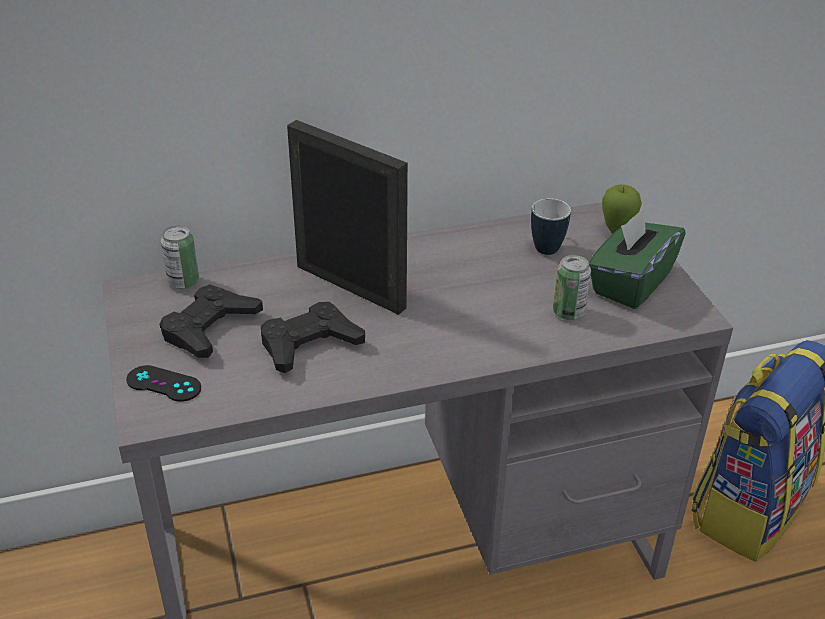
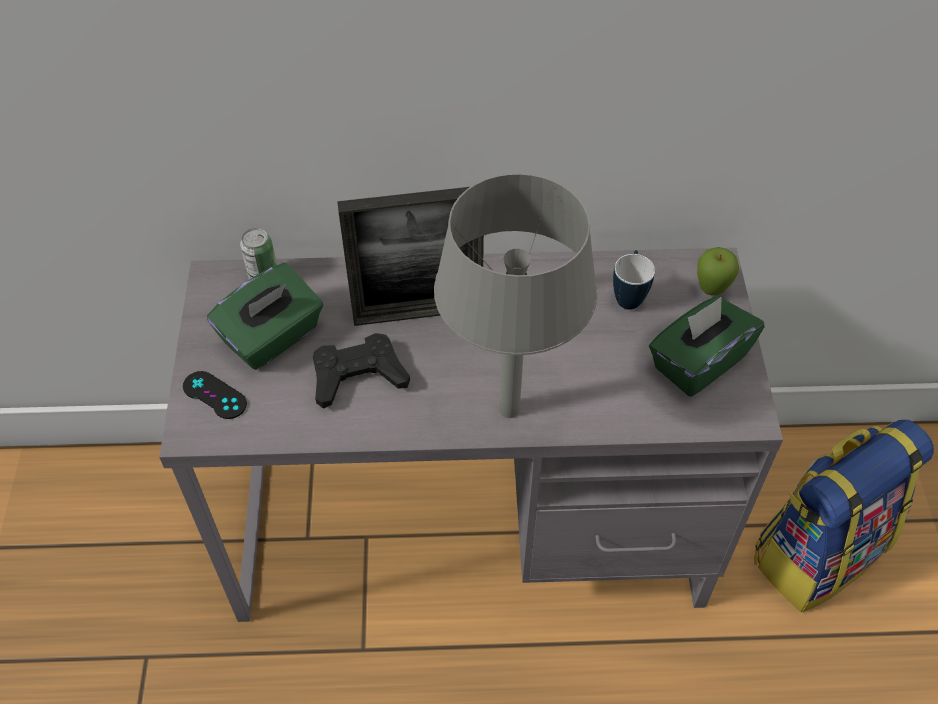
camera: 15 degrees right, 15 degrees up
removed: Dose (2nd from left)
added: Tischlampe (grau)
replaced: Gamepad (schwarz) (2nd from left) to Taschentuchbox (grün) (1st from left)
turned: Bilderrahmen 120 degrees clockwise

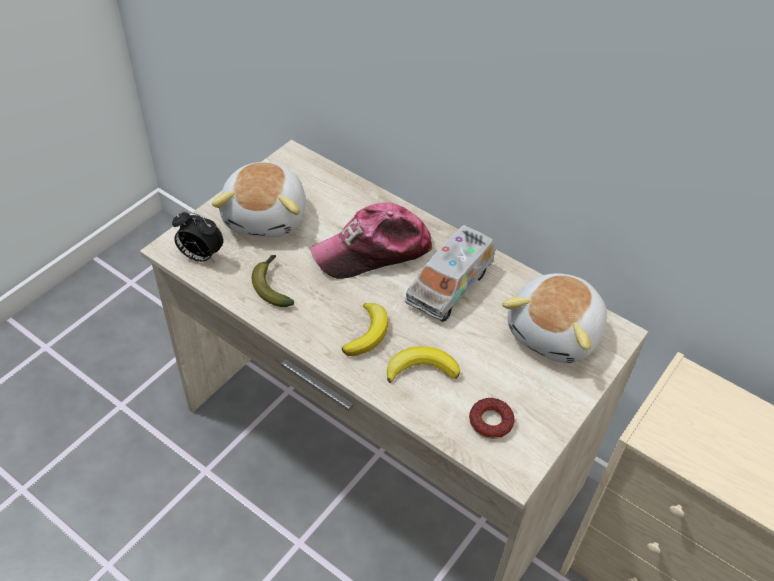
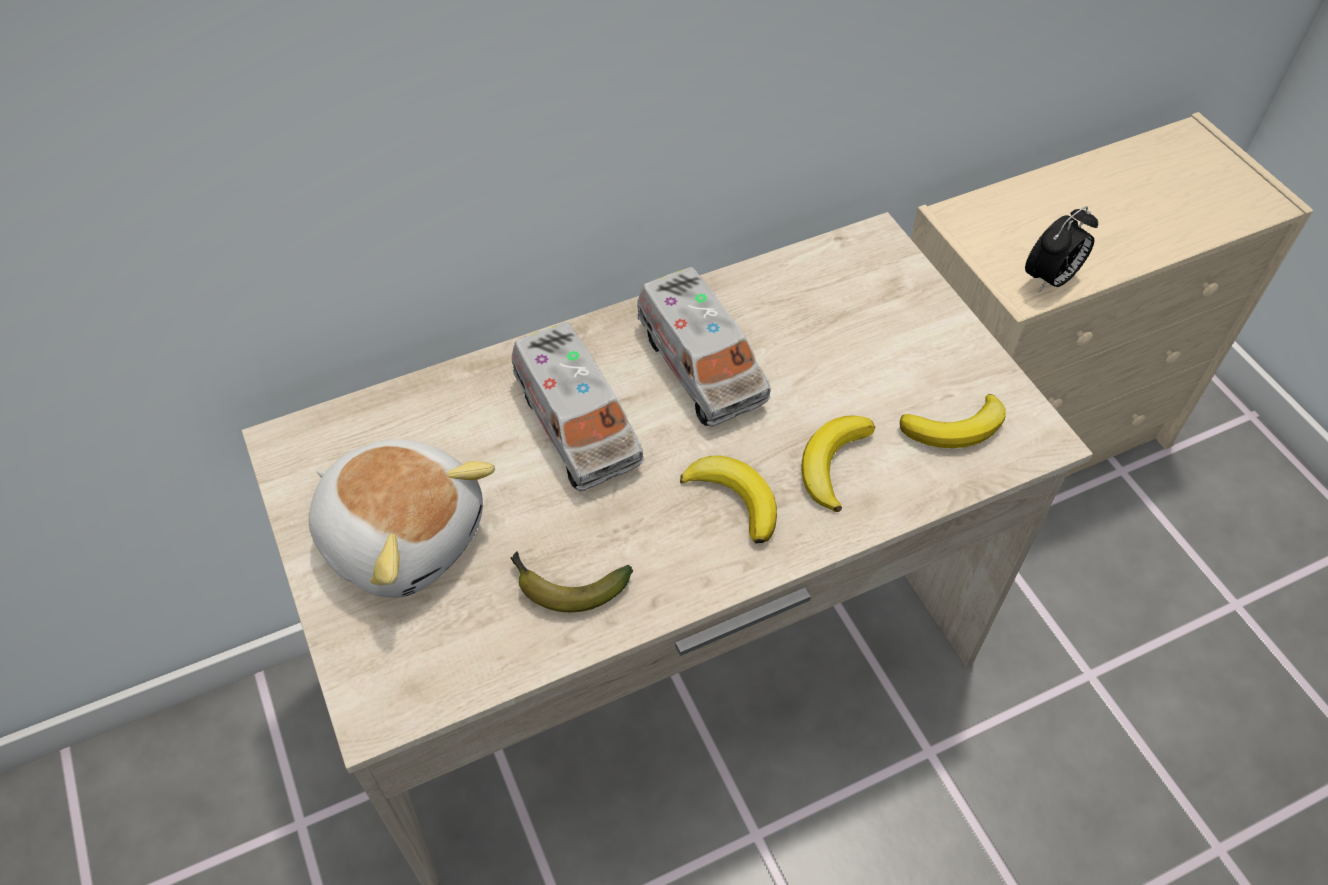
camera: 60 degrees left, 5 degrees up
removed: Plüschtier (2nd from left)
moved: Wecker
replaced: Kappe to Spielzeuglaster (1st from left); Donut to Banane (4th from left)

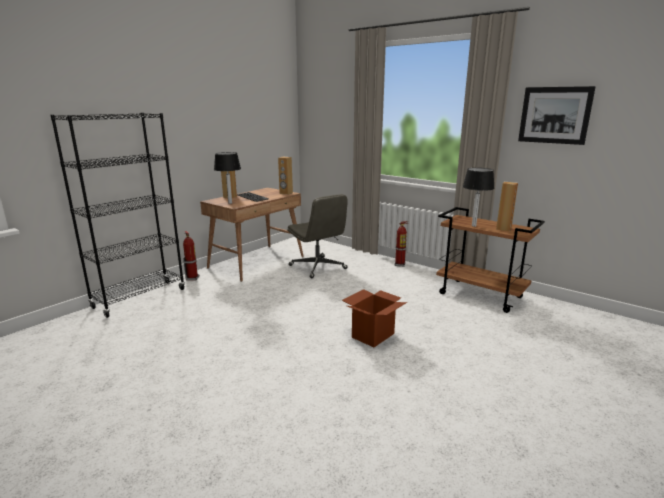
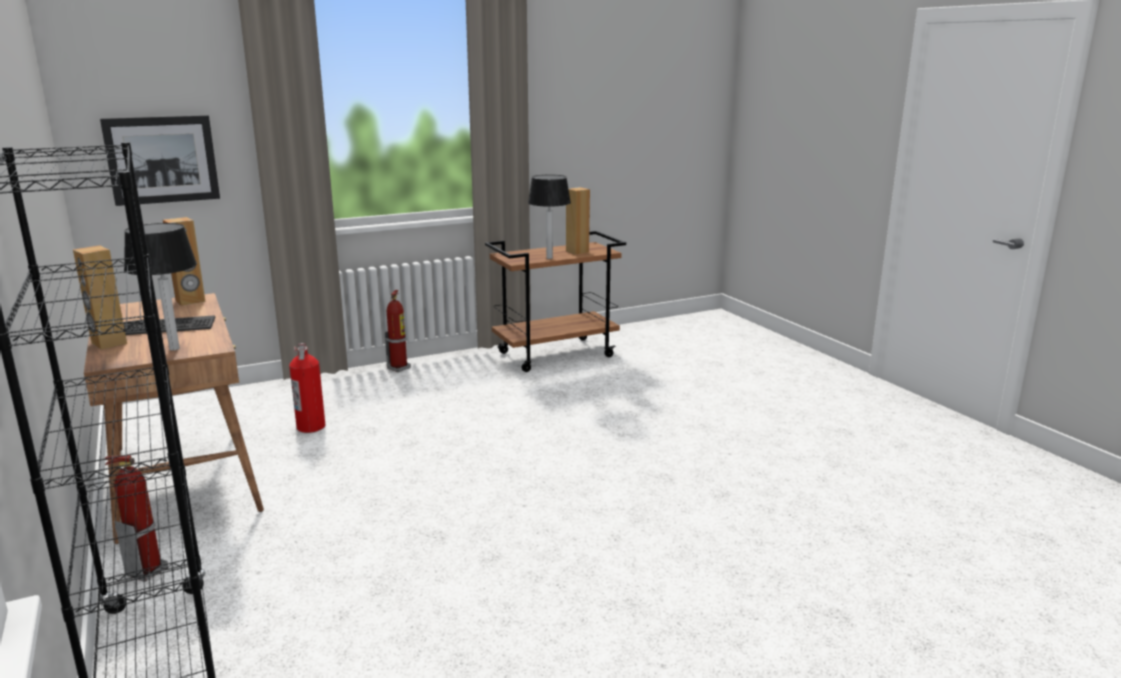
camera: 65 degrees left, 0 degrees up
removed: Karton
moved: Bild
replaced: Bürostuhl (grau) to Feuerlöscher (2nd from left)

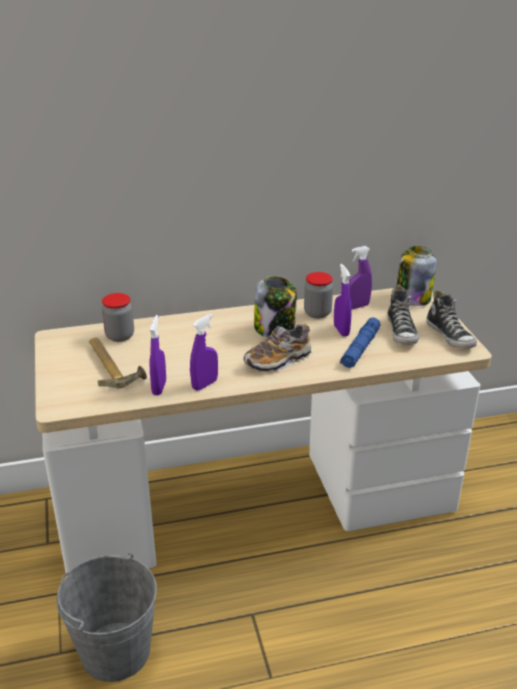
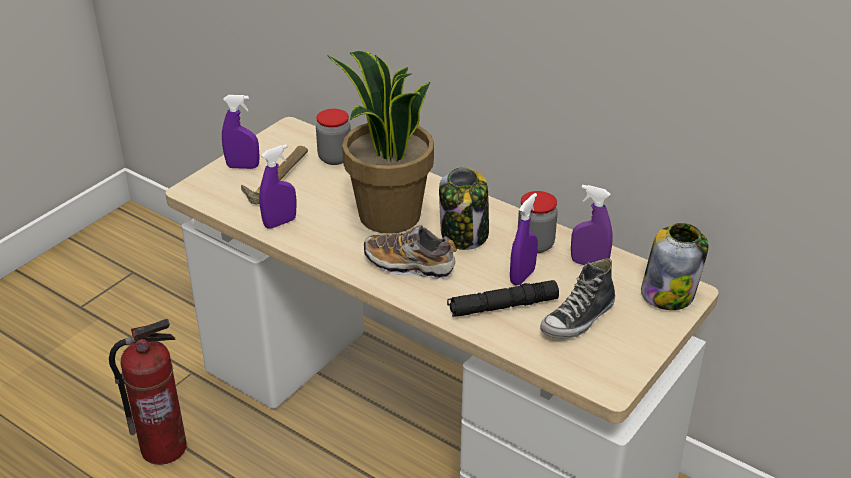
camera: 50 degrees right, 5 degrees up
removed: Schuh (3rd from left)
added: Topfpflanze
moved: Sprühflasche (lila) (2nd from left in the first image) to Sprühflasche (lila) (1st from left)
replaced: Eimer (grau) to Feuerlöscher
recoloured: Taschenlampe (blau) to Taschenlampe (schwarz)

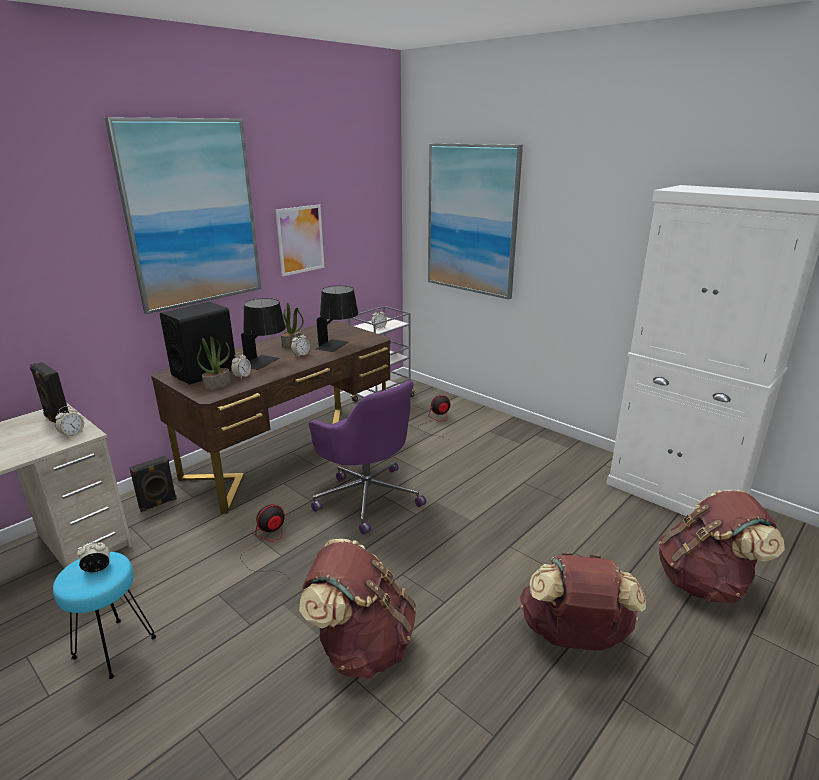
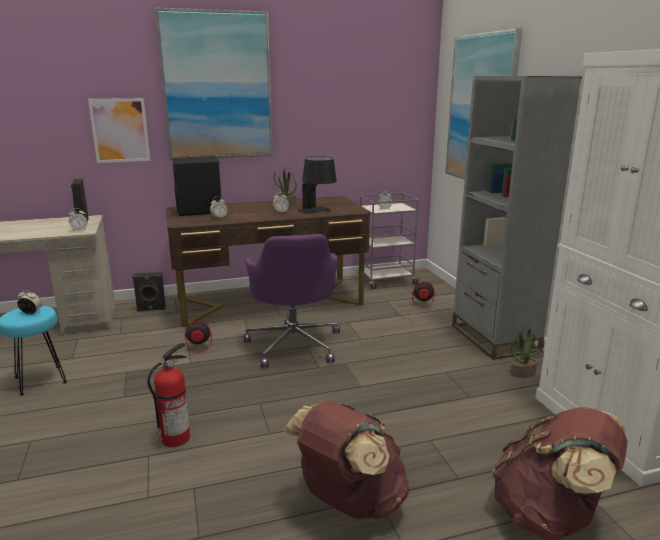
camera: 30 degrees right, 5 degrees down
removed: Tischlampe (schwarz) (1st from left)
added: Bücherregal (grau)
moved: Bild (2nd from left in the first image) to Bild (1st from left); Topfpflanze (1st from left in the first image) to Topfpflanze (2nd from left)
replaced: Rucksack (braun) (1st from left) to Feuerlöscher

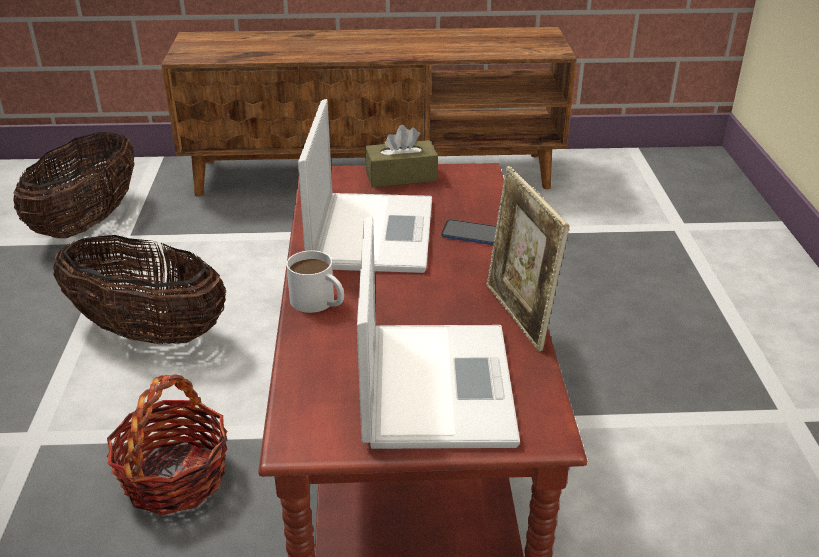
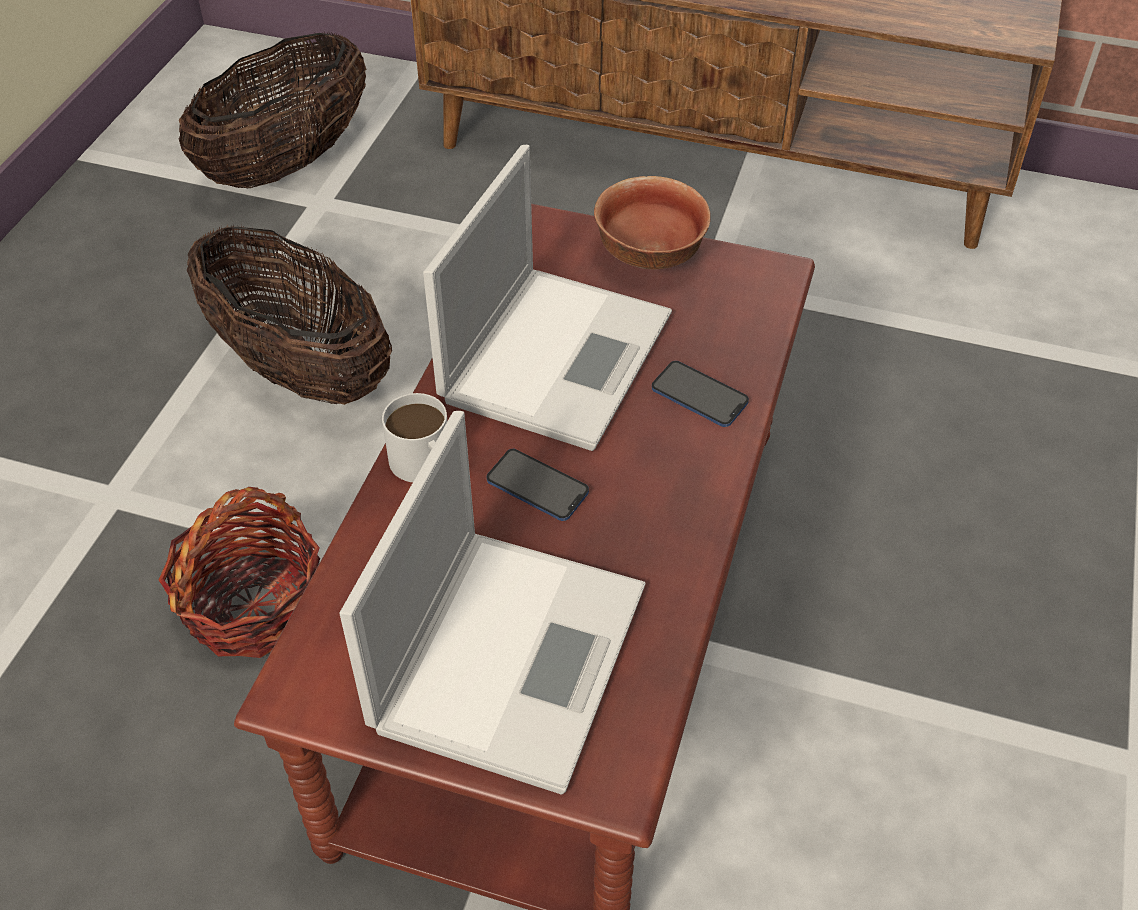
camera: 20 degrees right, 15 degrees up
removed: Bilderrahmen
added: Handy (1st from left)
replaced: Taschentuchbox (braun) to Schüssel

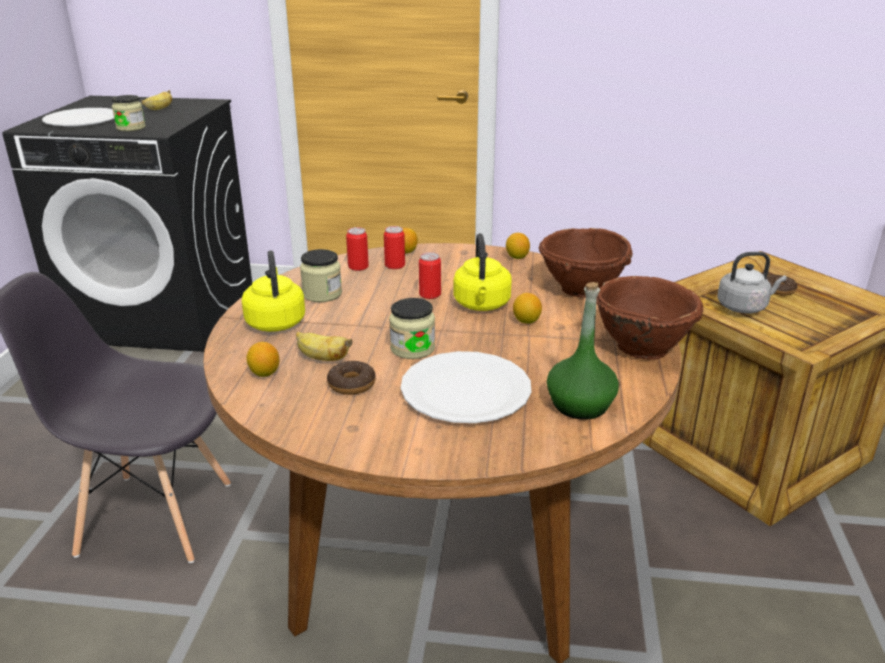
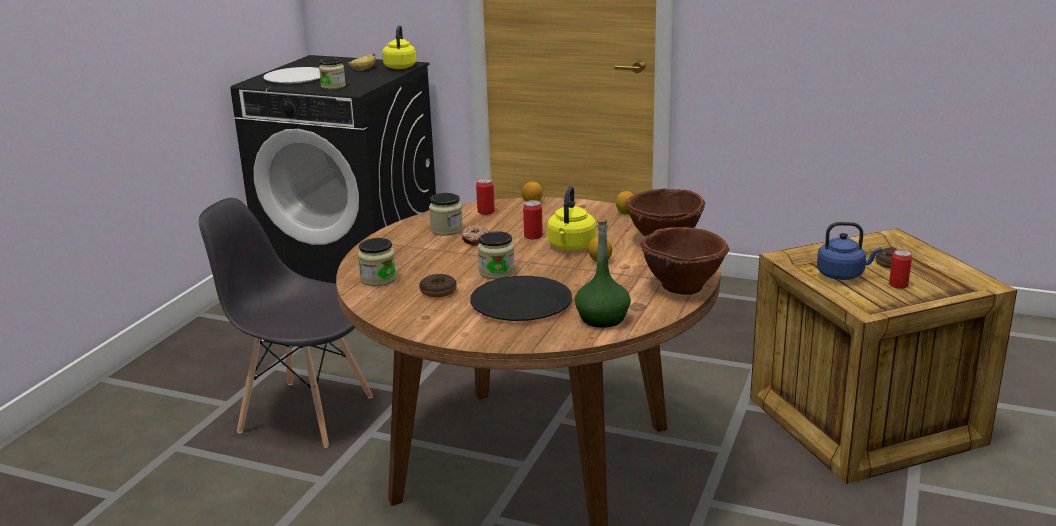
camera: 15 degrees right, 5 degrees down
removed: Banane (2nd from left)
added: Donut (2nd from left)
moved: Dose (2nd from left in the first image) to Dose (3rd from left); Wasserkessel (gelb) (1st from left)
replaced: Zitrone (1st from left) to Vorratsglas (2nd from left)
recoloured: Wasserkessel (grau) to Wasserkessel (blau); Teller (weiß) (2nd from left) to Teller (schwarz)

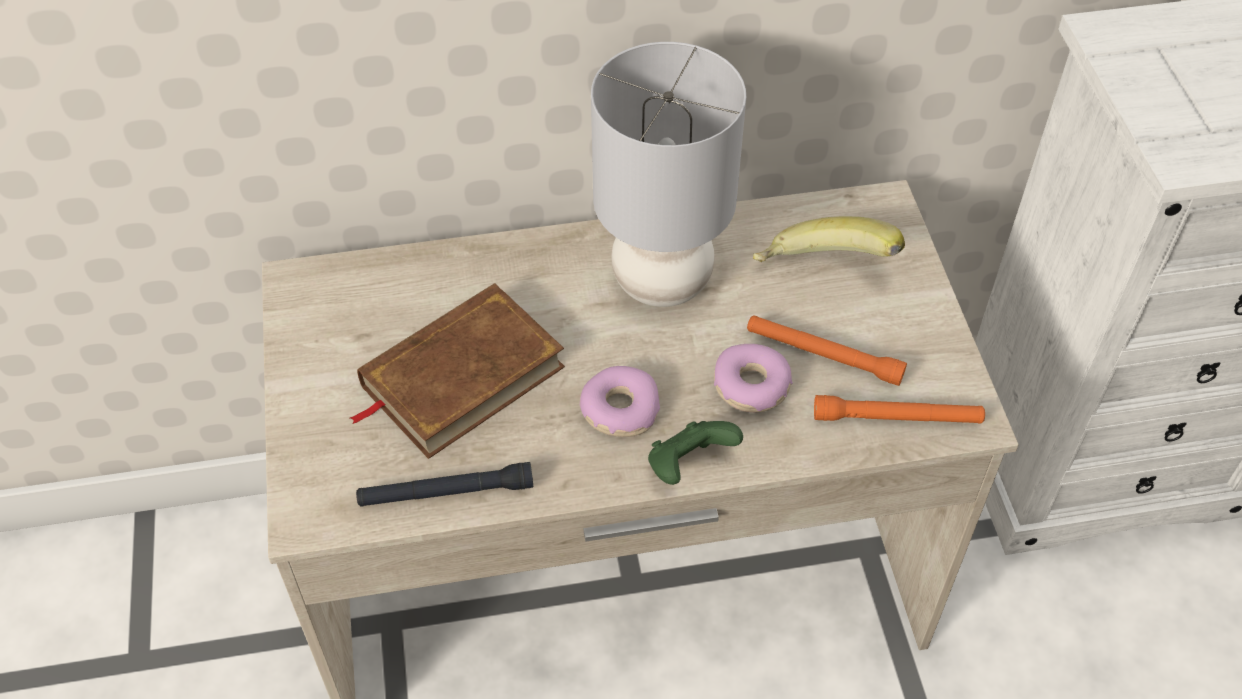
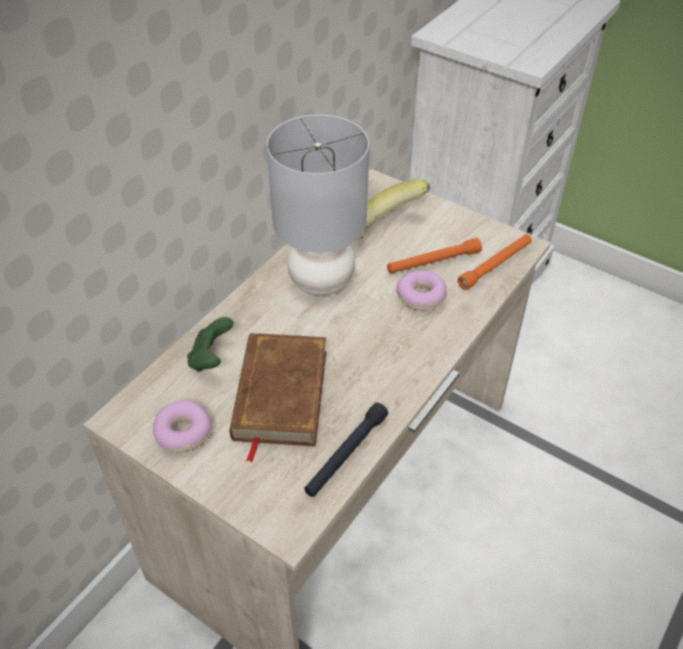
camera: 45 degrees left, 5 degrees down
moved: Donut (1st from left); Gamepad (grün)

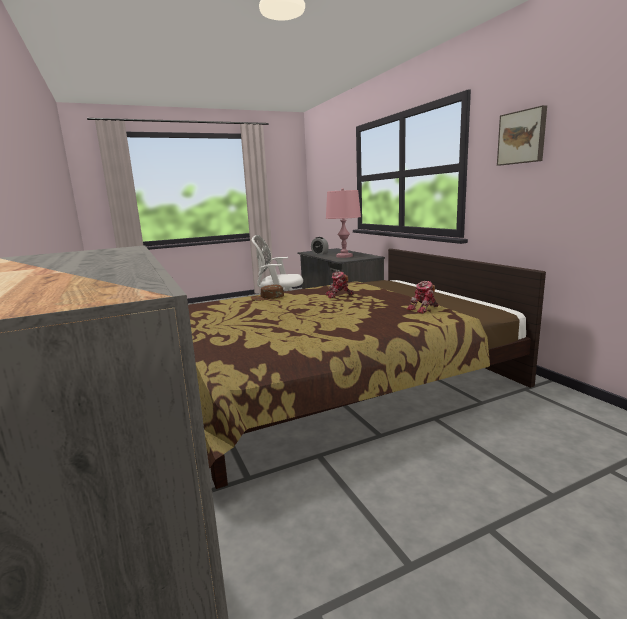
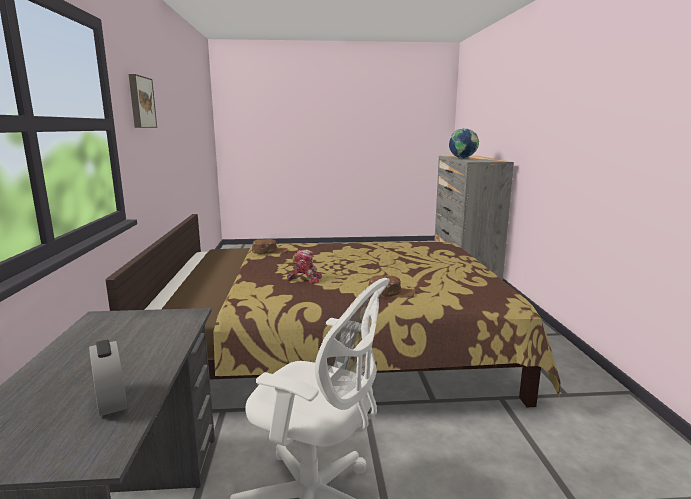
camera: 160 degrees left, 0 degrees up
removed: Tischlampe (rosa)
added: Globus
replaced: Spielzeugroboter (2nd from left) to Kappe (braun) (1st from left)

